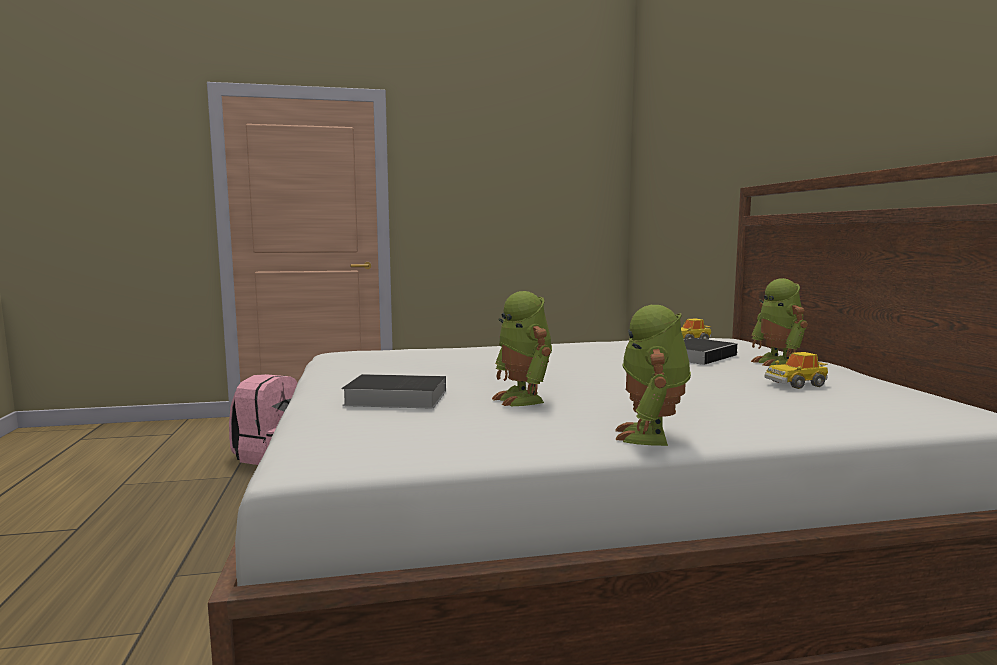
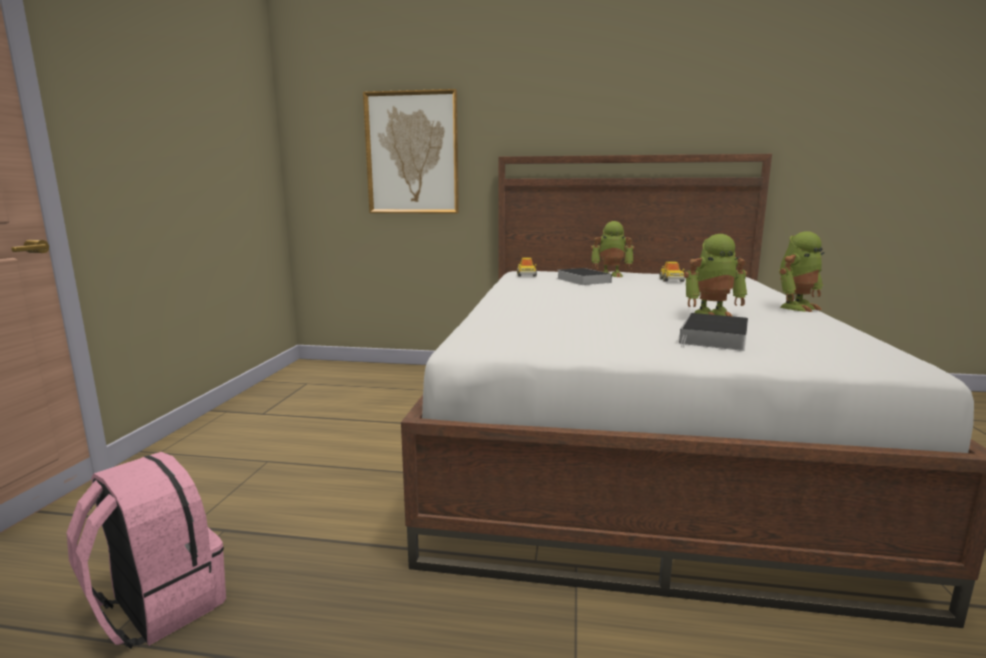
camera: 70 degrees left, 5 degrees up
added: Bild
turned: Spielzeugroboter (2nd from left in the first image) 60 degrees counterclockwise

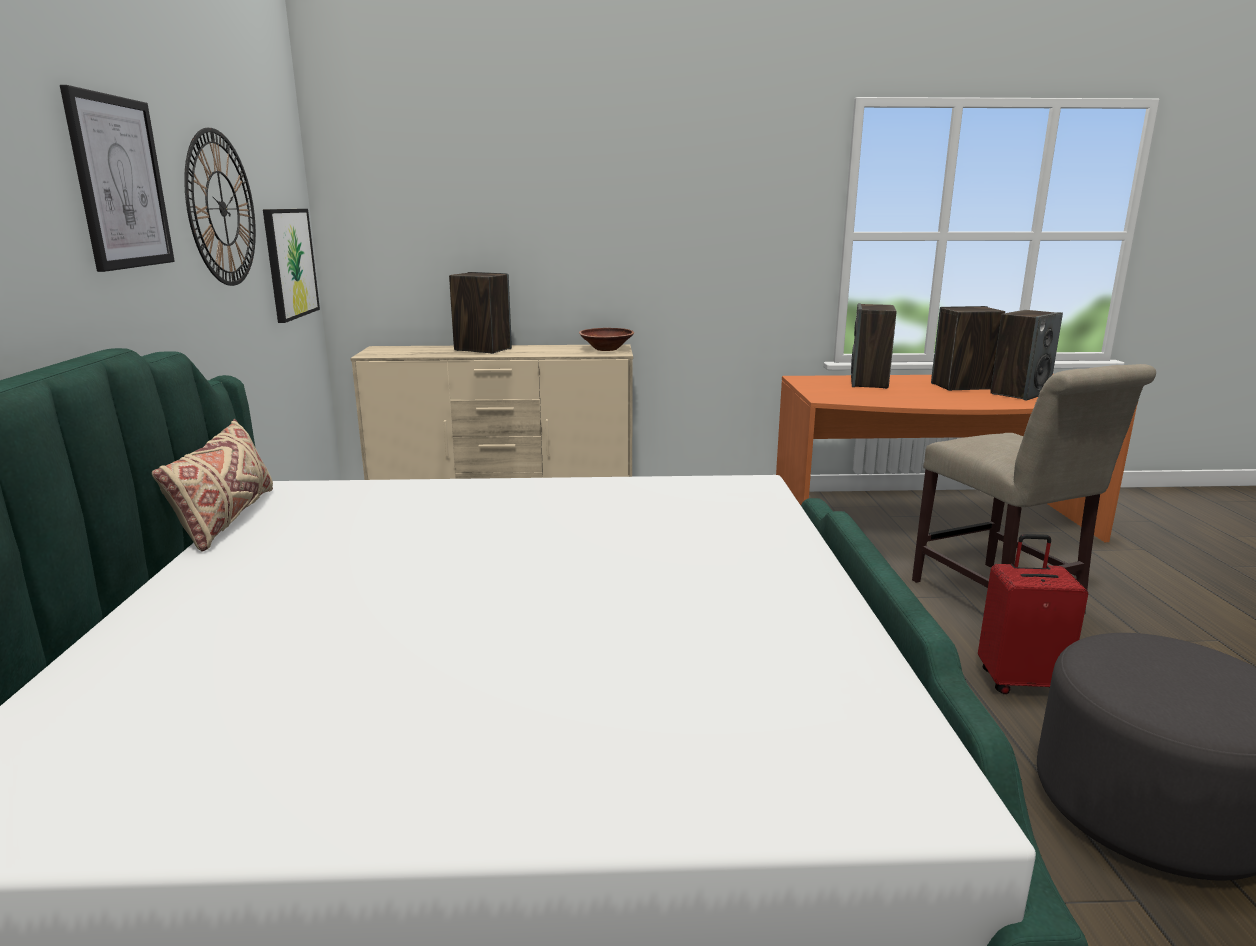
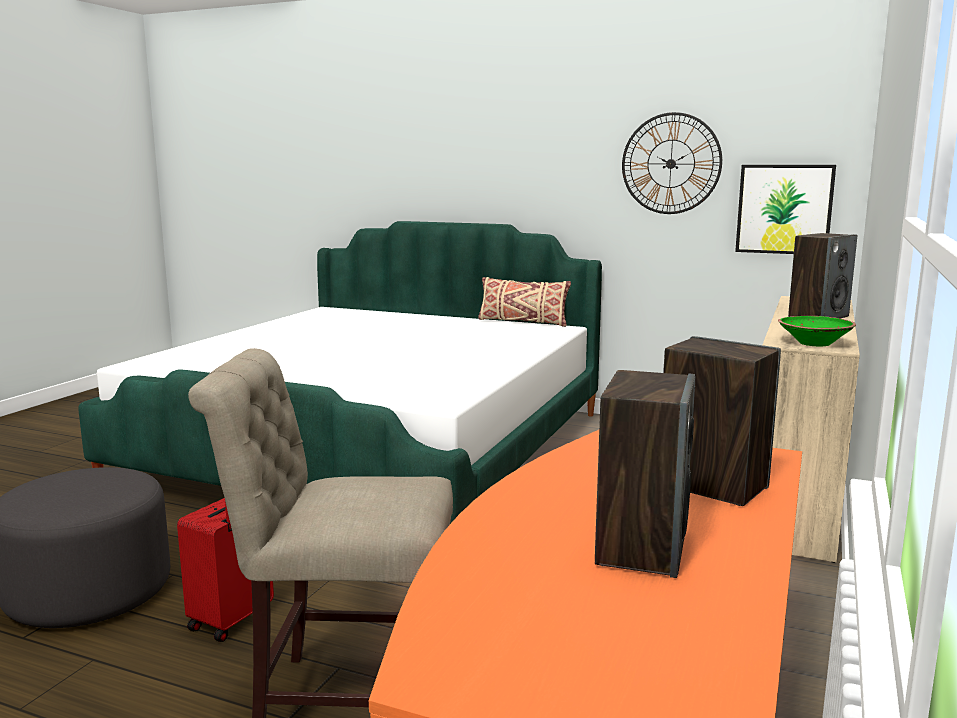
camera: 115 degrees right, 5 degrees down
removed: Bild (1st from left); Lautsprecher (4th from left)
recoloured: Schüssel (braun) to Schüssel (grün)

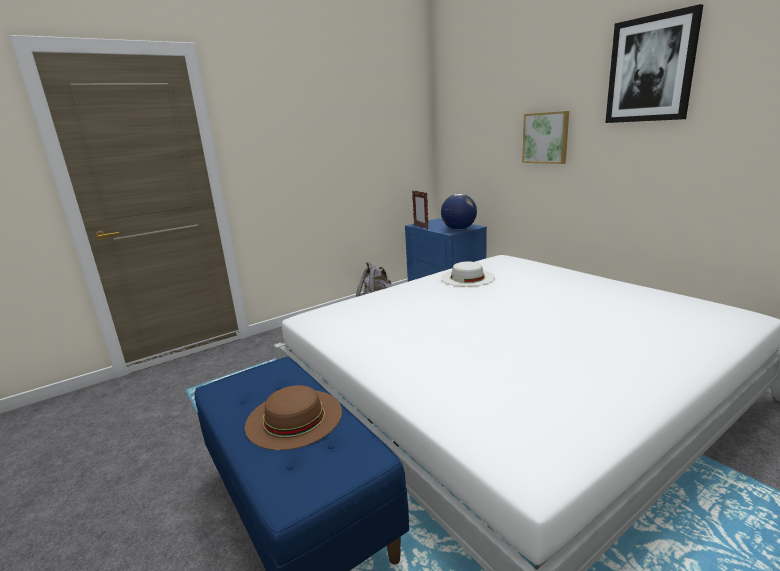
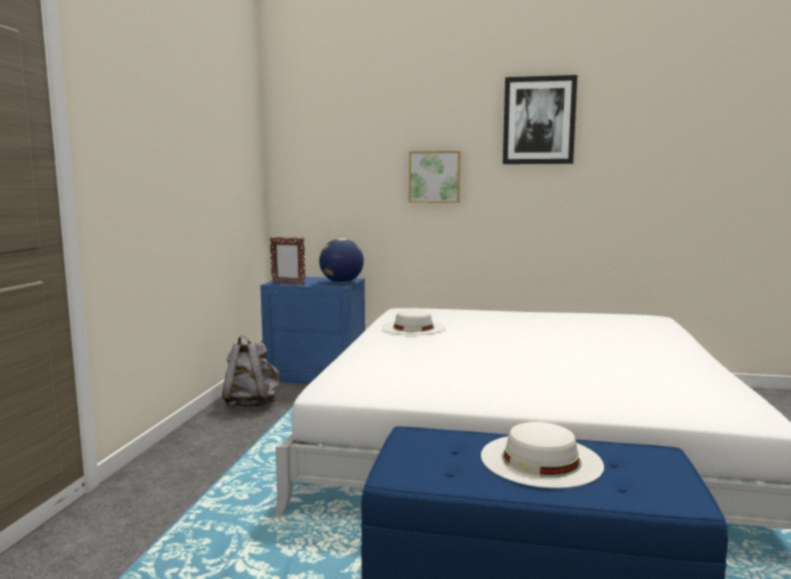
camera: 45 degrees left, 10 degrees down
recoloured: Hut (braun) to Hut (weiß) (2nd from left)

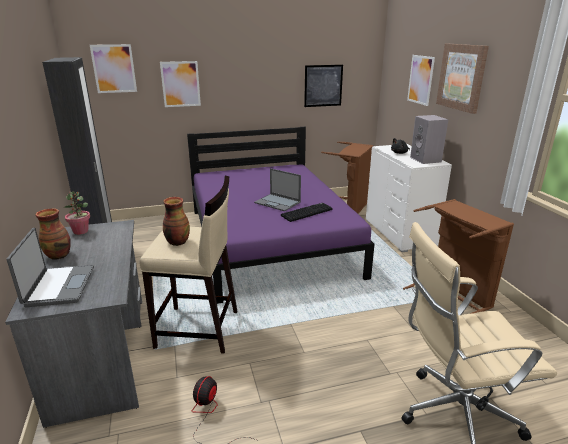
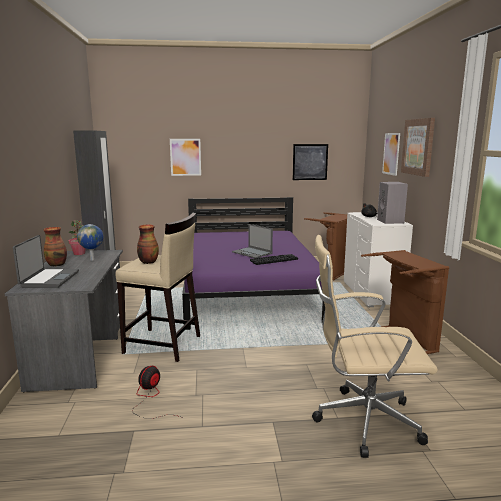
camera: 10 degrees right, 10 degrees down
removed: Bild (1st from left)
added: Globus

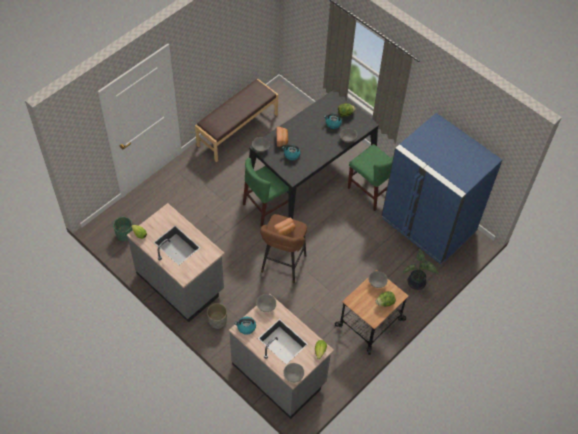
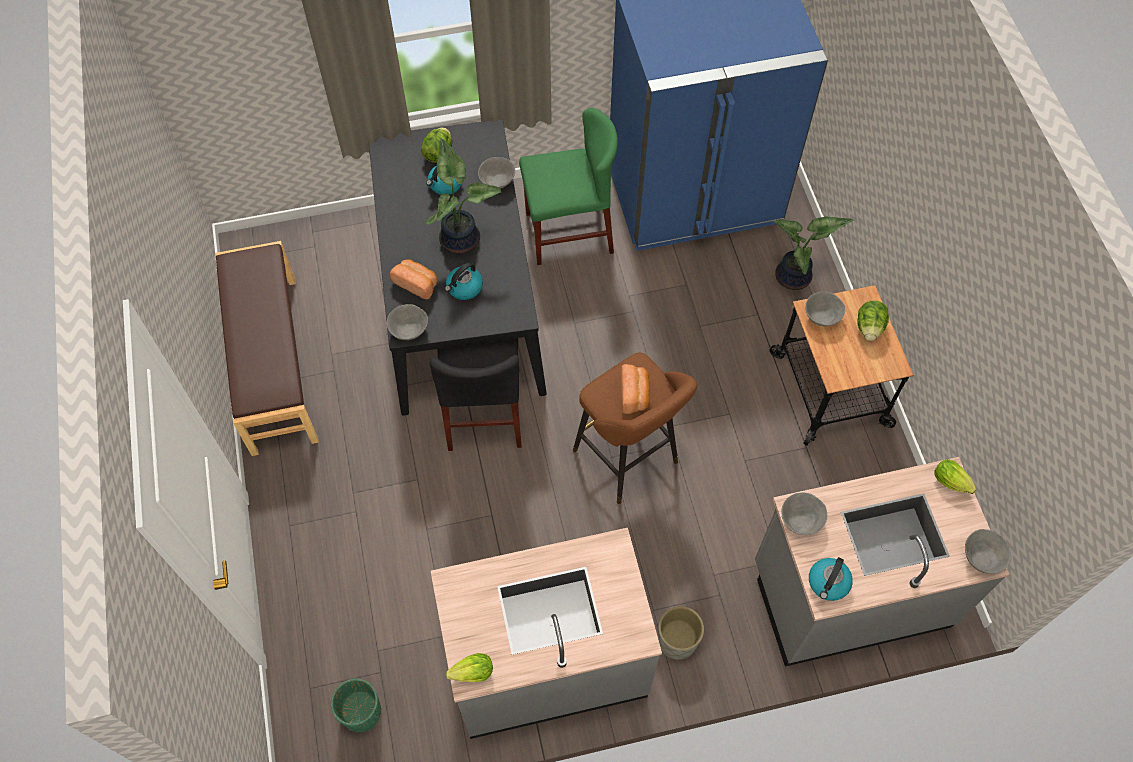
camera: 55 degrees left, 5 degrees up
added: Topfpflanze (1st from left)
recoloured: Stuhl (grün) (1st from left) to Stuhl (schwarz)

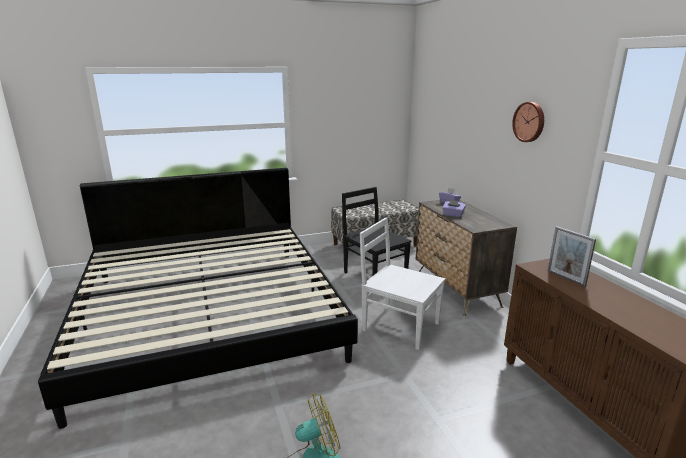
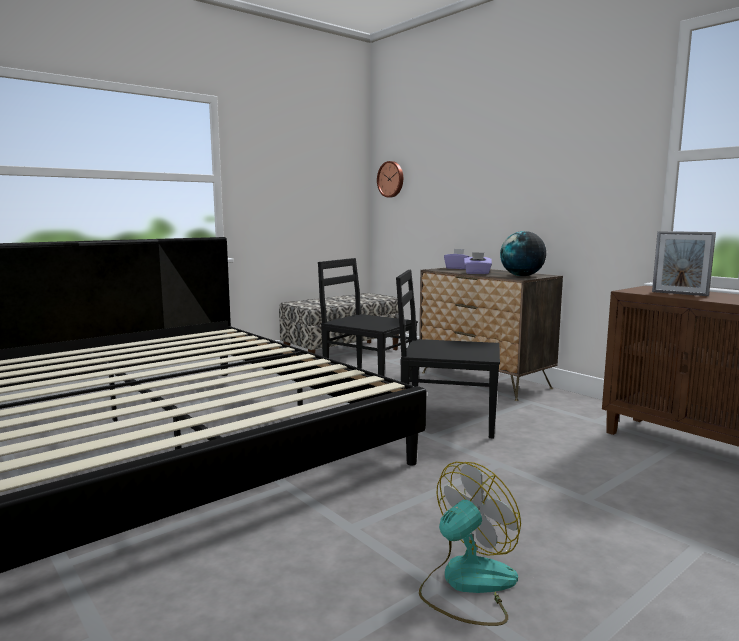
camera: 20 degrees left, 10 degrees down
added: Globus
moved: Wanduhr
recoloured: Stuhl (weiß) to Stuhl (schwarz) (2nd from left)

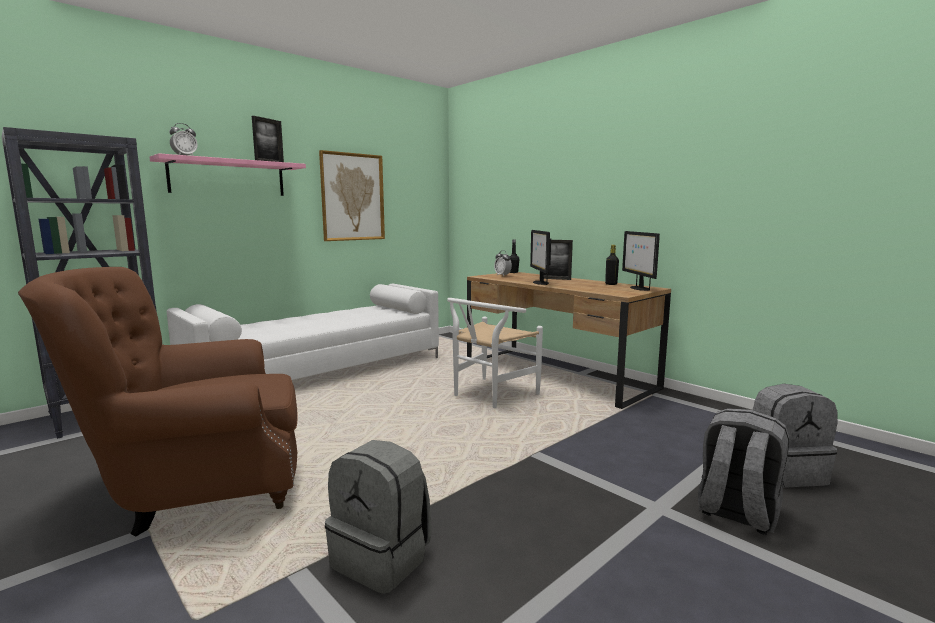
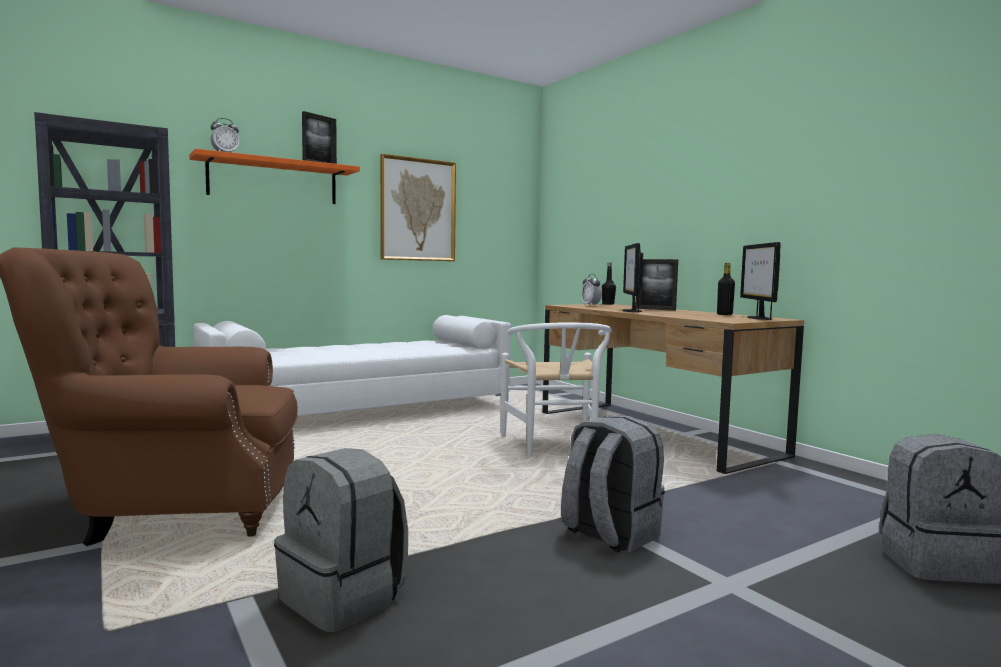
camera: 10 degrees right, 5 degrees down
moved: Rucksack (grau) (2nd from left)
recoloured: Wandregal (rosa) to Wandregal (orange)
turned: Stuhl (weiß) 60 degrees counterclockwise

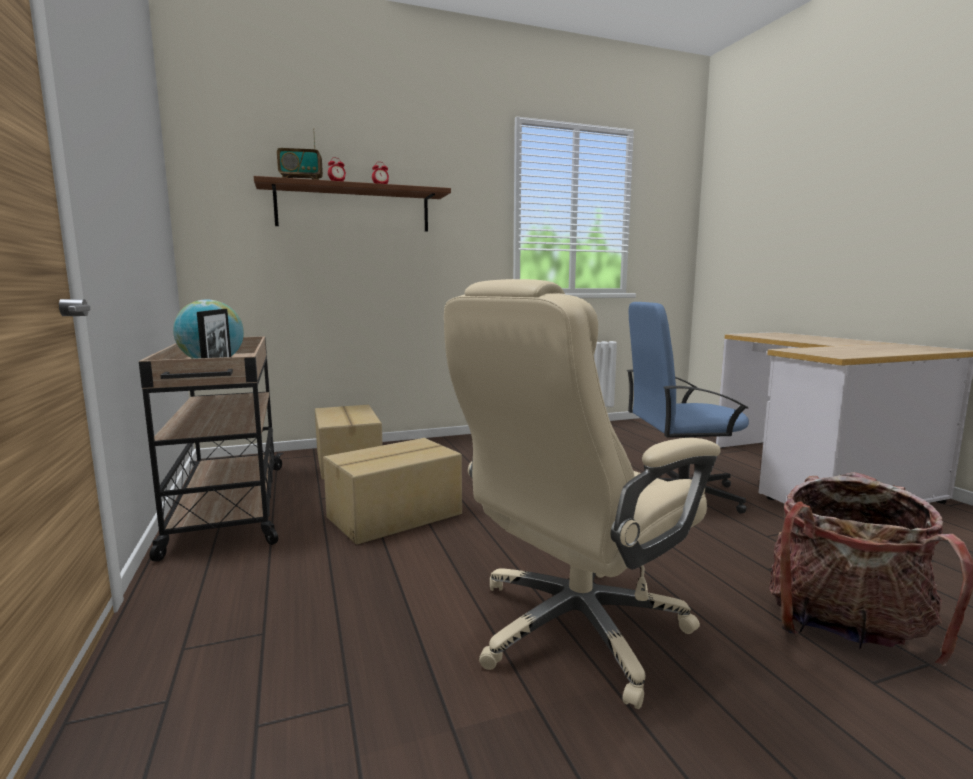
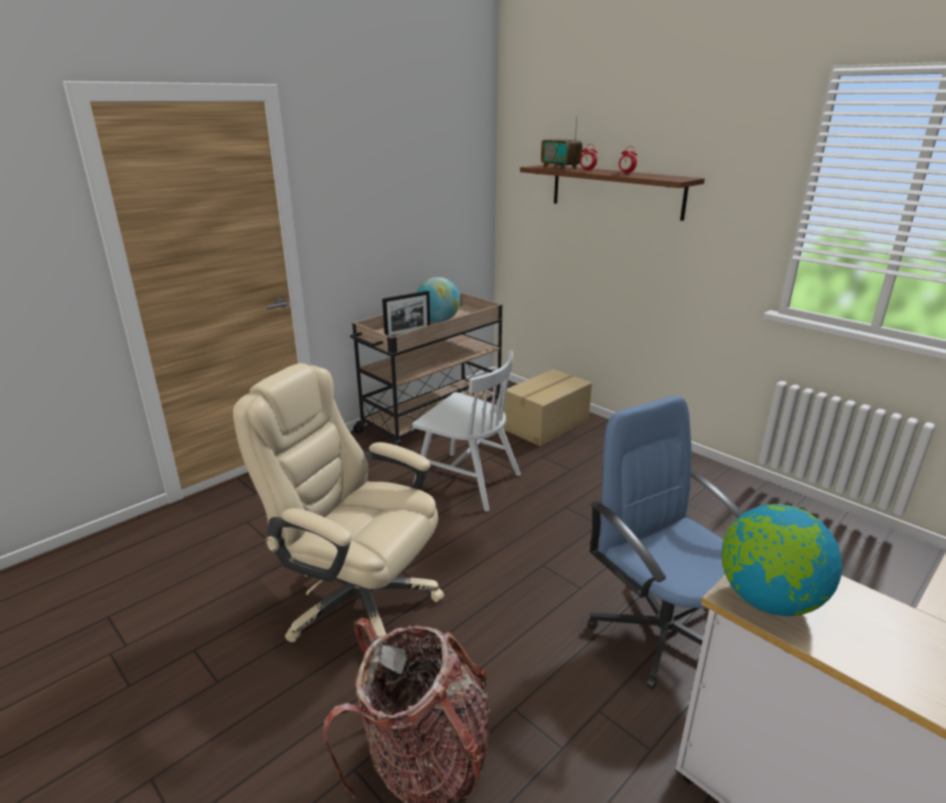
camera: 65 degrees right, 15 degrees up
added: Globus (2nd from left)
replaced: Karton (2nd from left) to Stuhl (weiß)

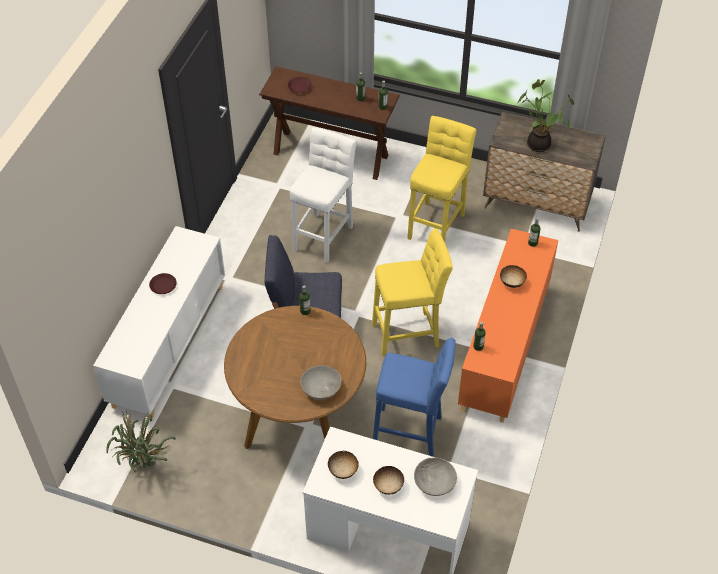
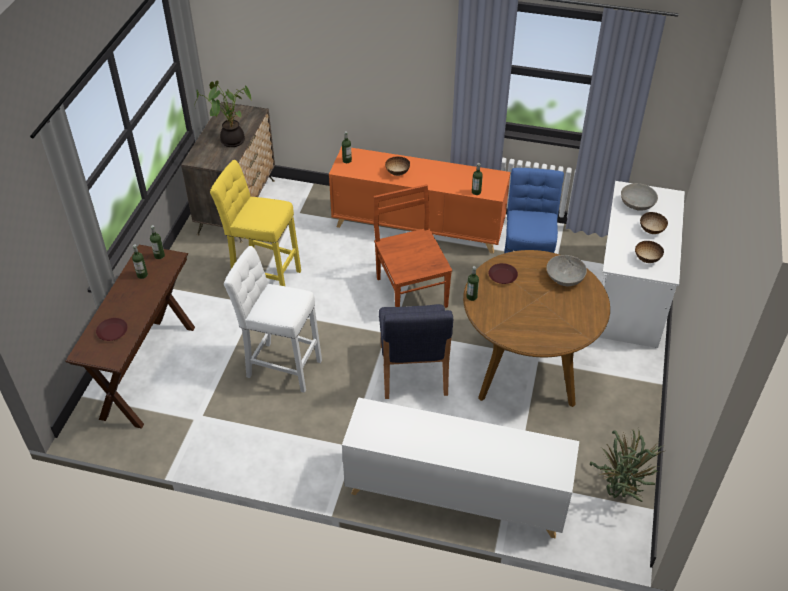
camera: 95 degrees left, 5 degrees down
moved: Teller (braun) (1st from left in the first image) to Teller (braun) (2nd from left)
replaced: Hocker (gelb) (1st from left) to Stuhl (braun)

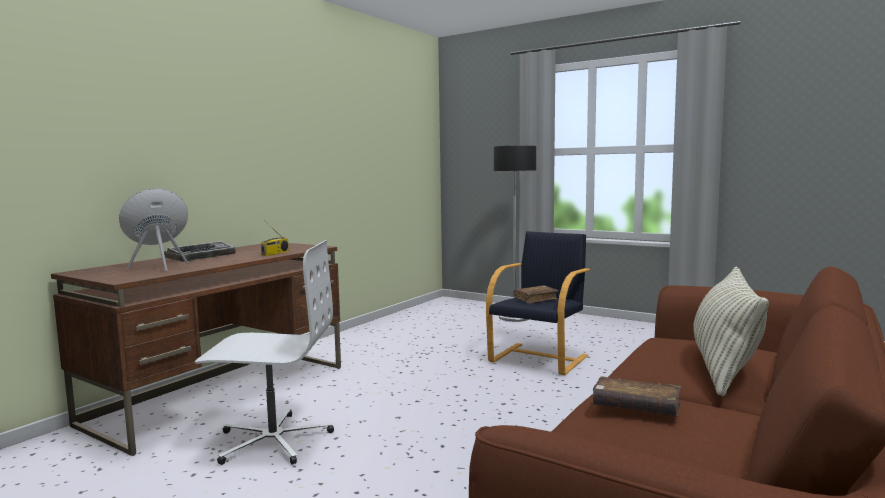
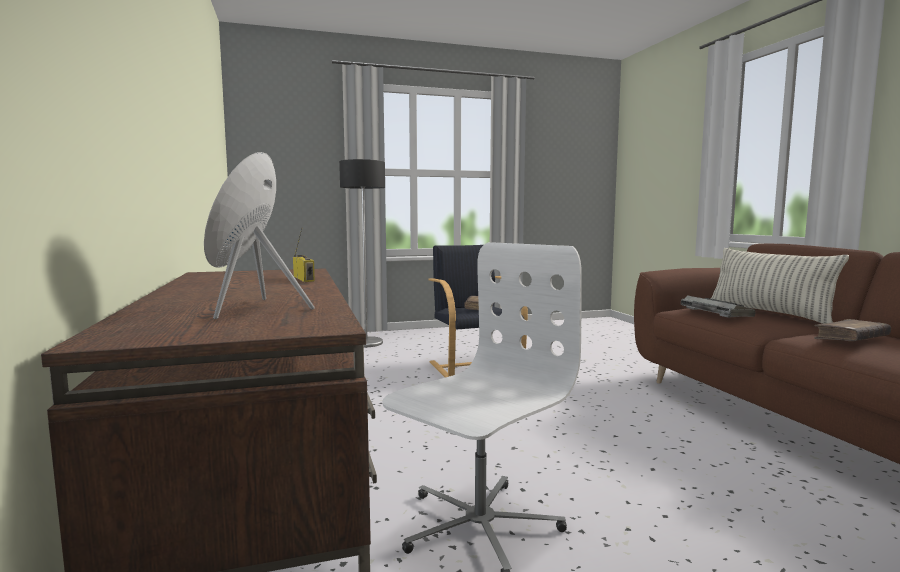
camera: 50 degrees left, 0 degrees up
moved: Tastatur

